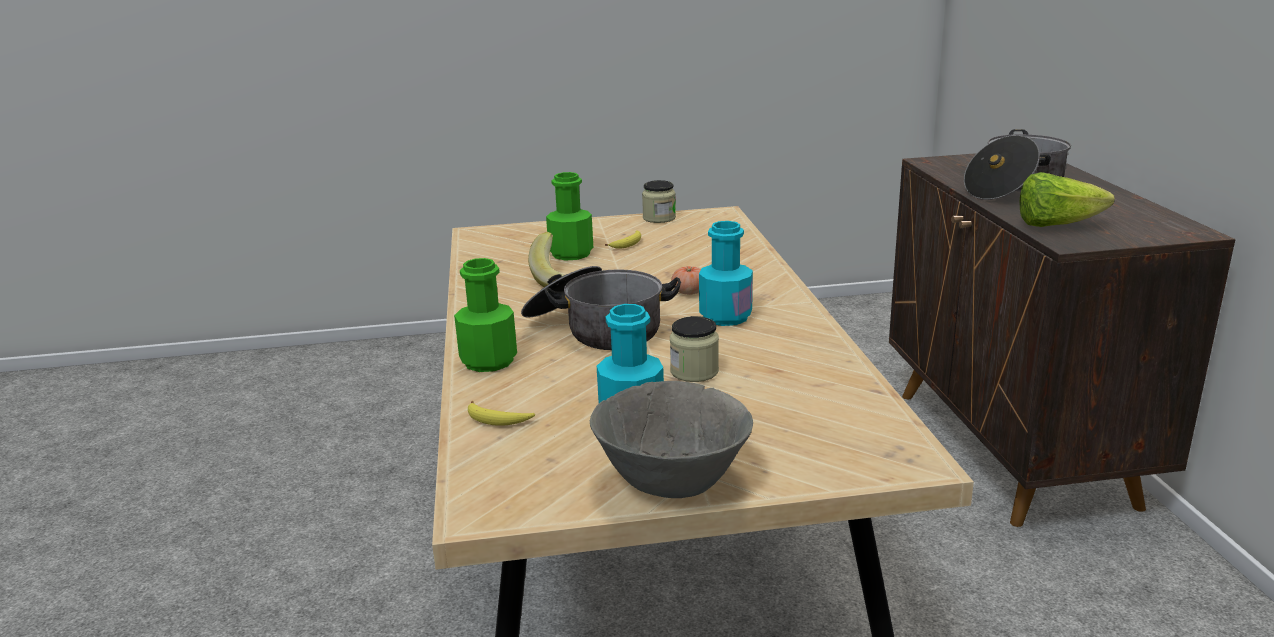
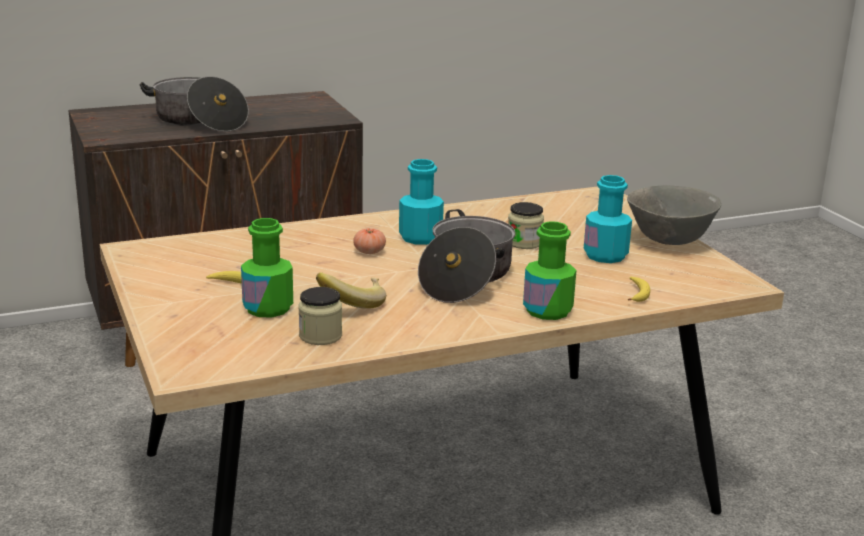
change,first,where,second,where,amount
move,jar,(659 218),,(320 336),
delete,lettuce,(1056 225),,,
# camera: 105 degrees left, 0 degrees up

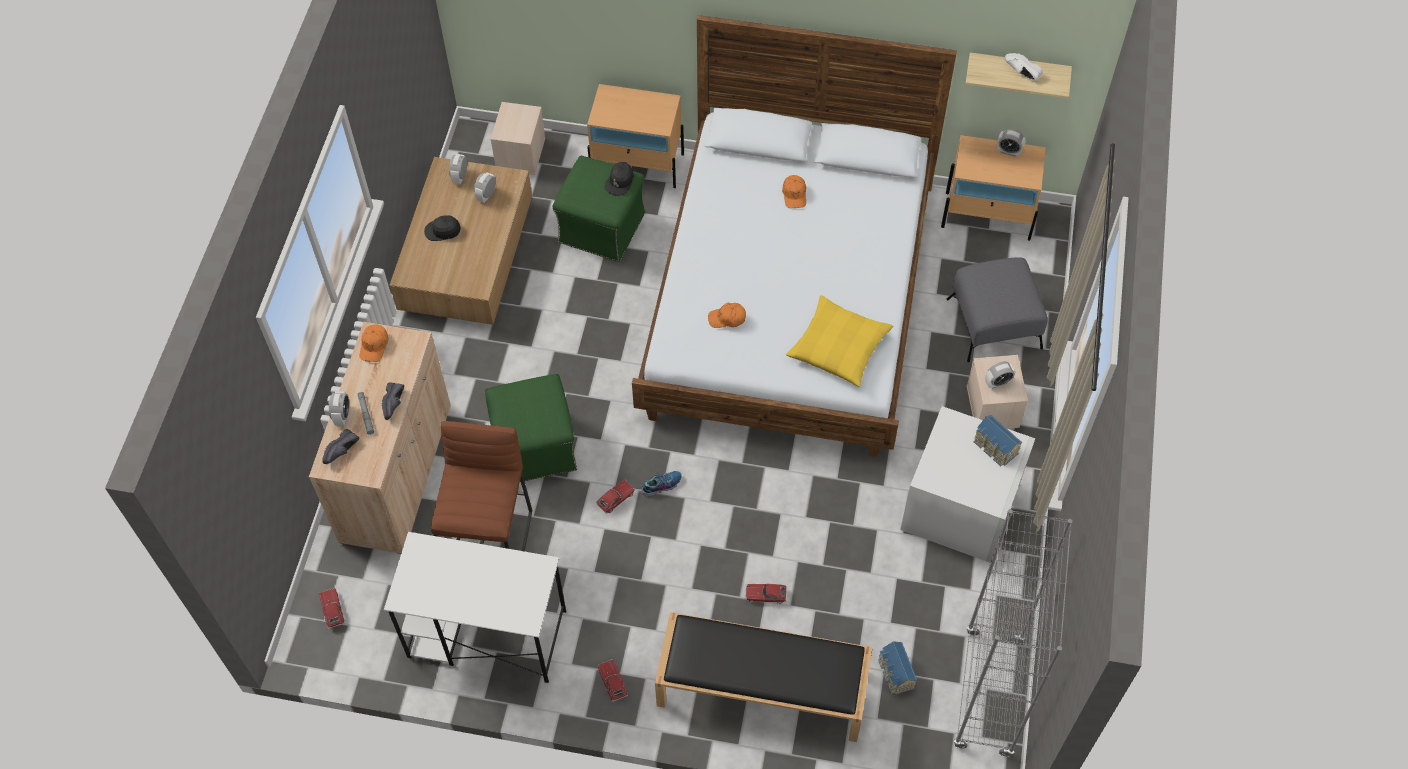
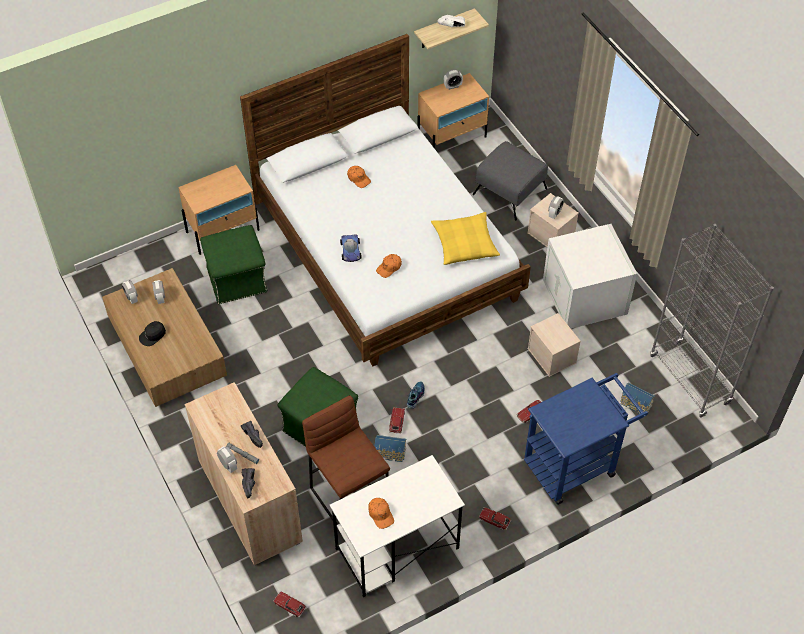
change,first,where,second,where,amount
move,orange cap,(374 346),,(380 514),
move,beige storage box,(521 154),,(552 356),
delete,black cap,(620 181),,,
replace,black bench,(761 689),blue cart,(576 463),
move,toy house,(994 448),,(390 453),
insert,,,toy car,(350 251),
# camera: 40 degrees left, 5 degrees down

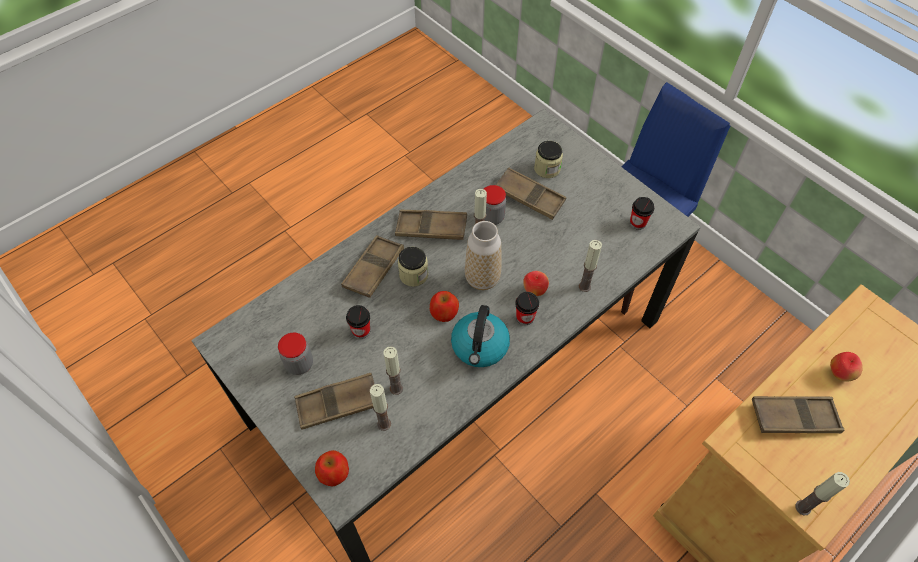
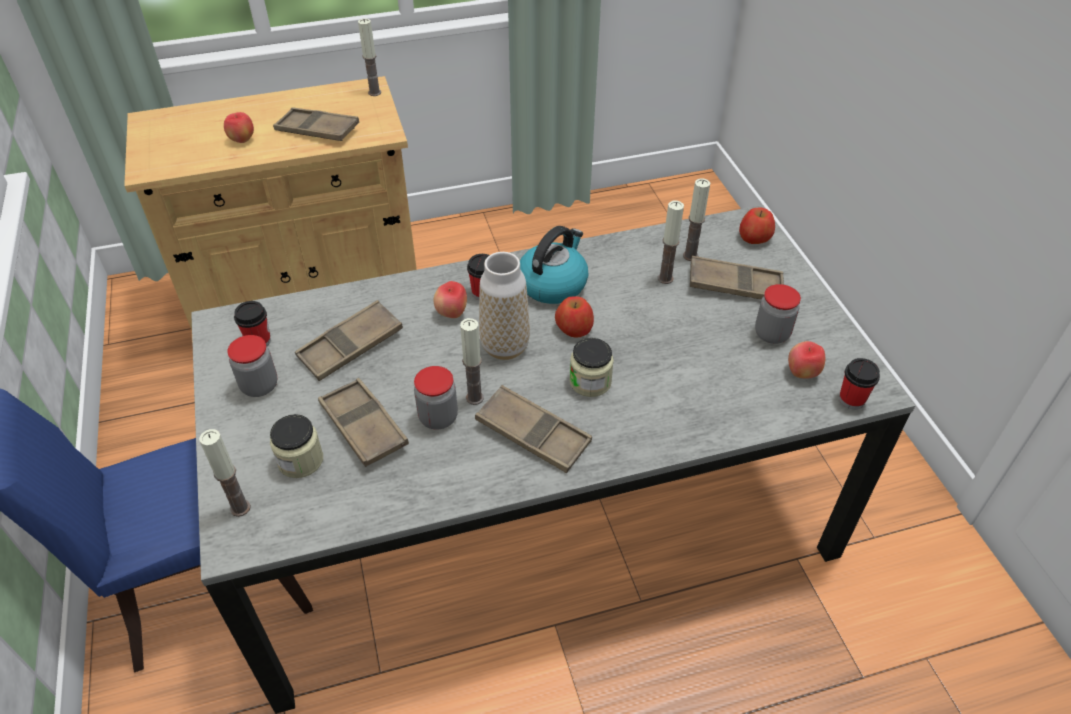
change,first,where,second,where,amount
move,brown tray,(373 269),,(350 346),
move,cup,(361 331),,(851 399),
move,candle,(584 286),,(240 508),
insert,,,jar,(259 386),
insert,,,apple,(802 373),
# camera: 155 degrees left, 10 degrees down

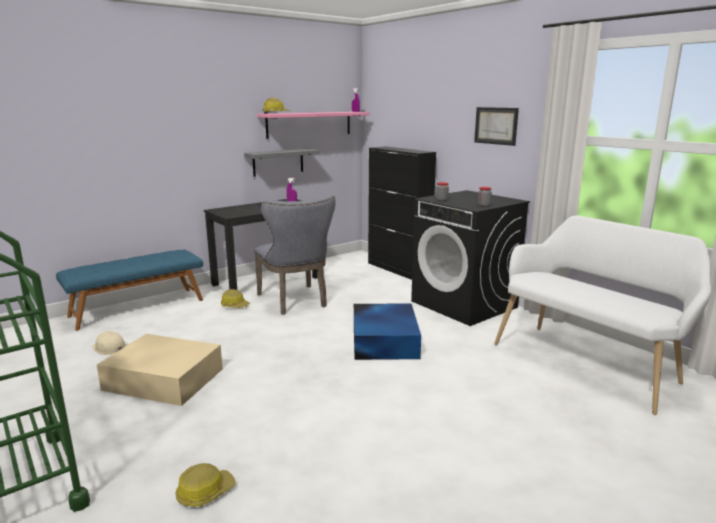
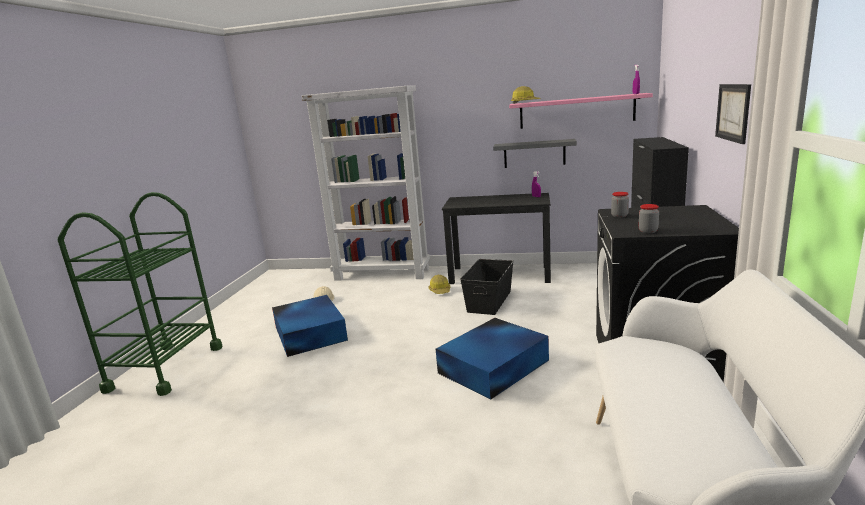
change,first,where,second,where,amount
replace,blue bench,(137 308),white bookcase,(383 274),
recolor,beige storage box,(163 378),blue storage box,(310 333),
delete,hard hat,(205 492),,,
replace,grey chair,(295 301),black storage box,(489 301),
# camera: 50 degrees right, 0 degrees up

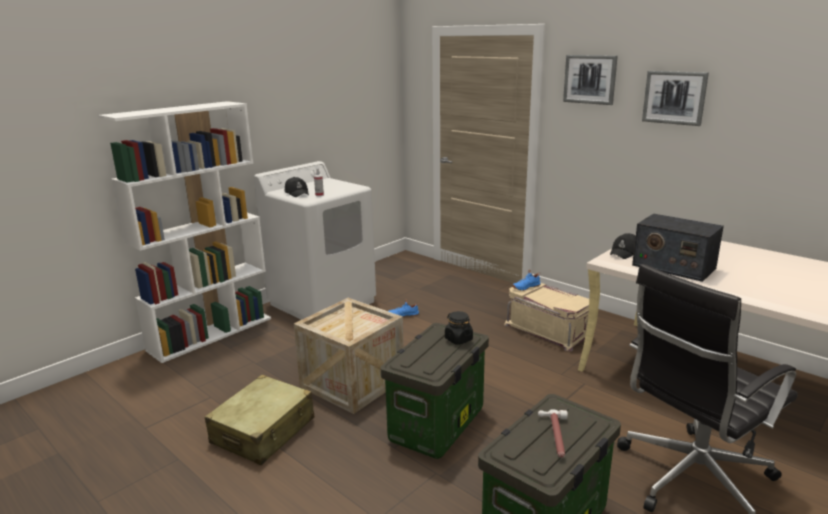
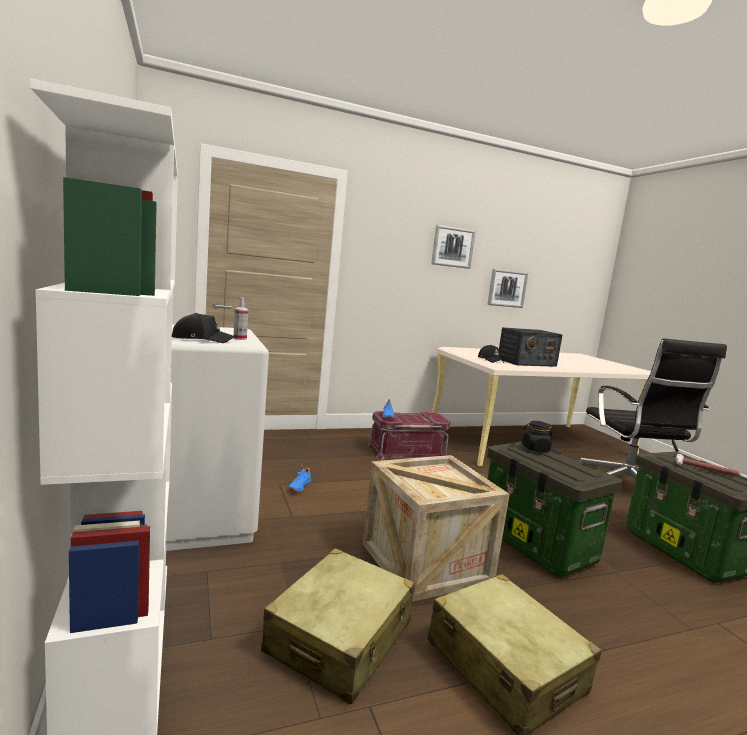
change,first,where,second,where,amount
recolor,beige storage box,(548 330),red storage box,(407 450),
move,picture,(590 79),,(507 288),
insert,,,beige suitcase,(340 638),
# camera: 65 degrees left, 10 degrees down

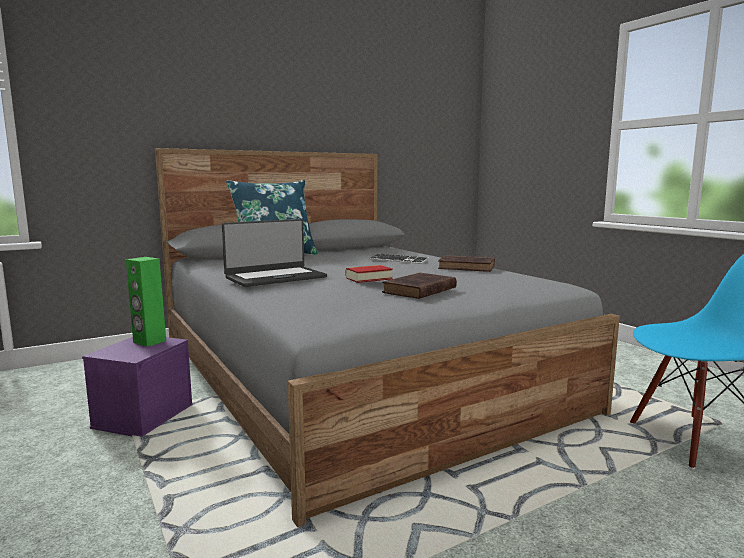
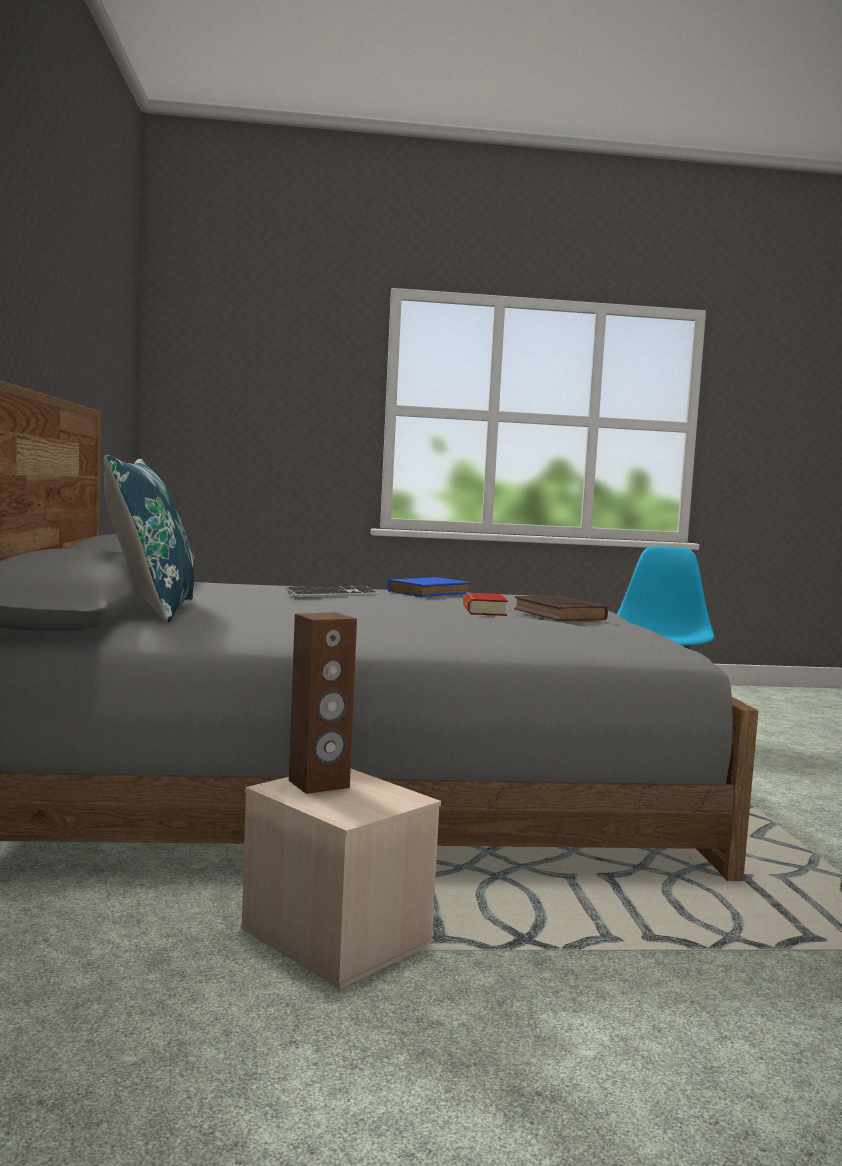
change,first,where,second,where,amount
recolor,purple storage box,(143 416),beige storage box,(333 936),
recolor,green speaker,(149 342),brown speaker,(319 784),
delete,laptop,(275 277),,,
recolor,brown book,(468 267),blue book,(430 592),
# camera: 65 degrees left, 5 degrees down

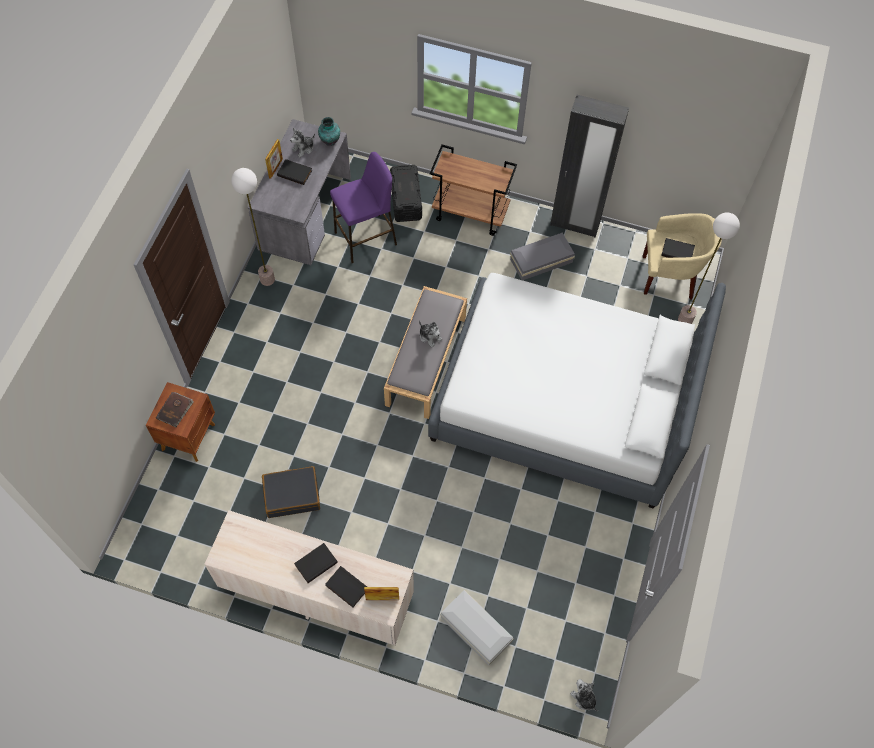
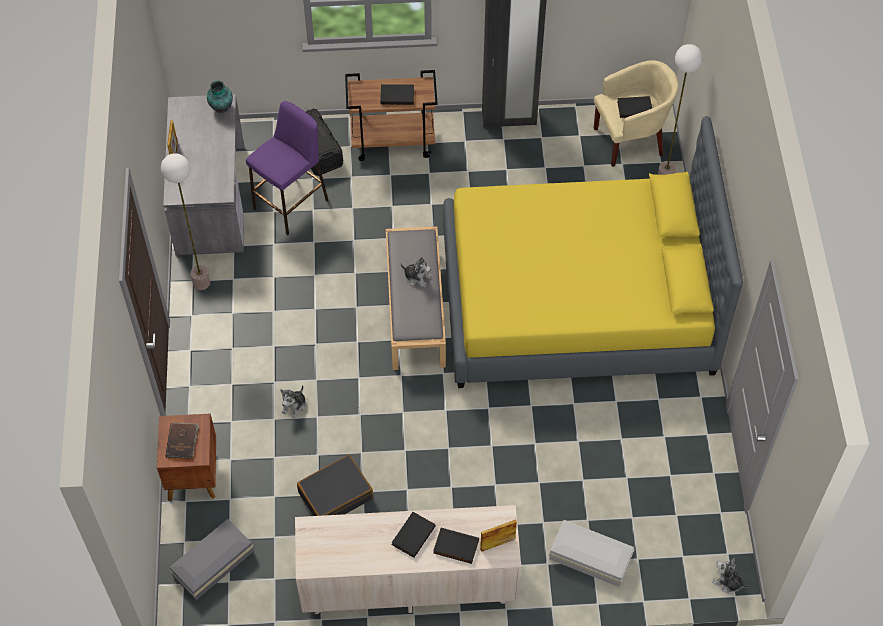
change,first,where,second,where,amount
move,black book,(295 173),,(397 95),
move,plush toy,(303 148),,(294 406),
recolor,white bed,(562 401),yellow bed,(577 301),
move,grey storage box,(540 260),,(211 563),
# camera: 20 degrees left, 5 degrees down

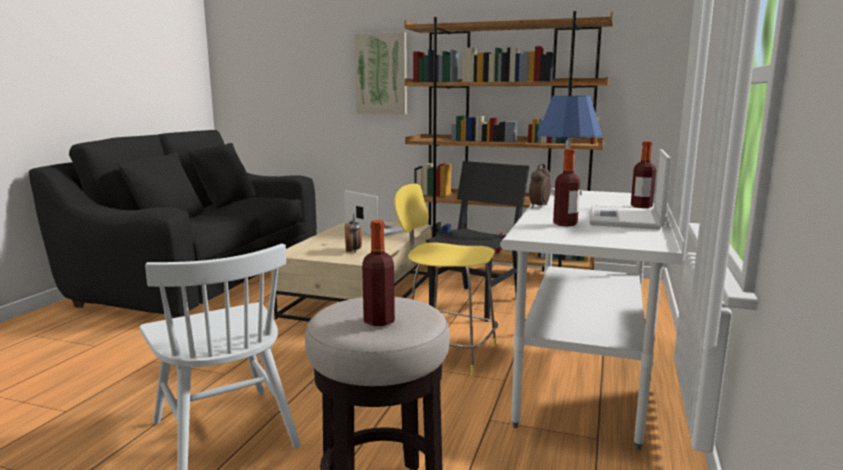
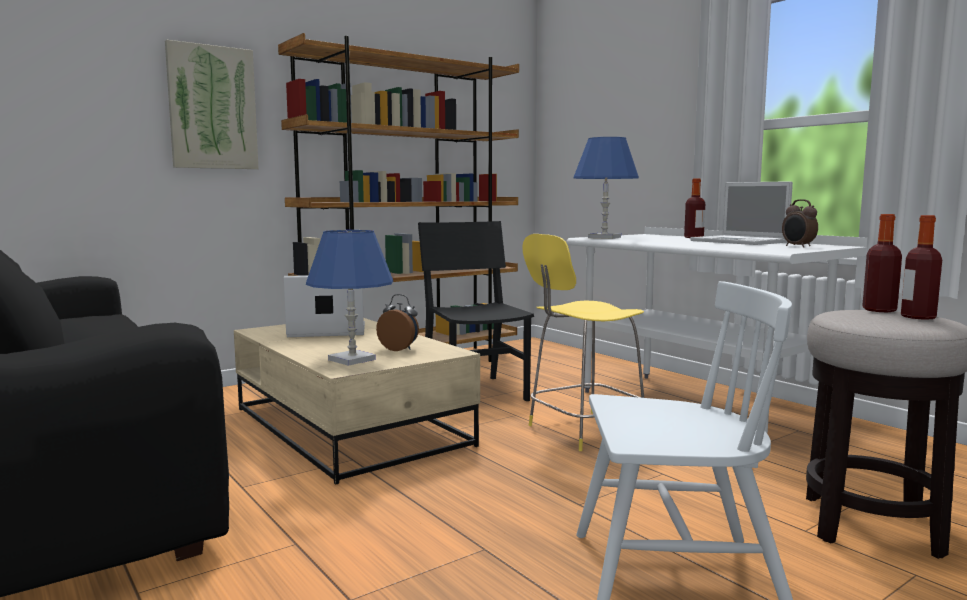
change,first,where,second,where,amount
move,alarm clock,(538 206),,(798 246),
move,bottle,(565 224),,(879 310),
insert,,,blue table lamp,(352 359),
# camera: 55 degrees left, 5 degrees down

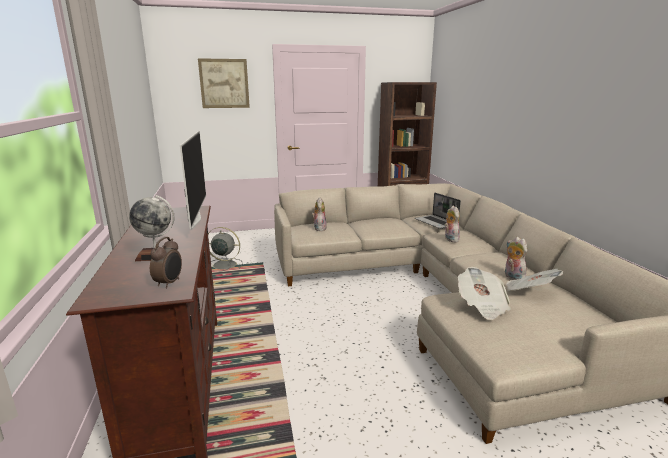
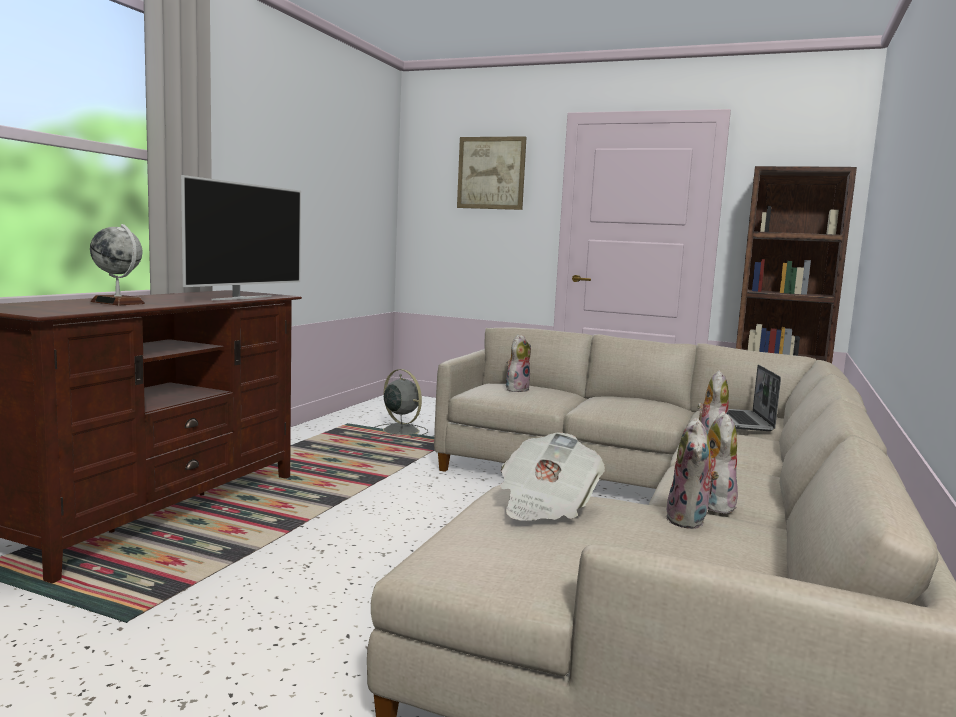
change,first,where,second,where,amount
delete,alarm clock,(169 283),,,
replace,newspaper,(529 291),plush toy,(689 521),
# camera: 35 degrees right, 10 degrees down

